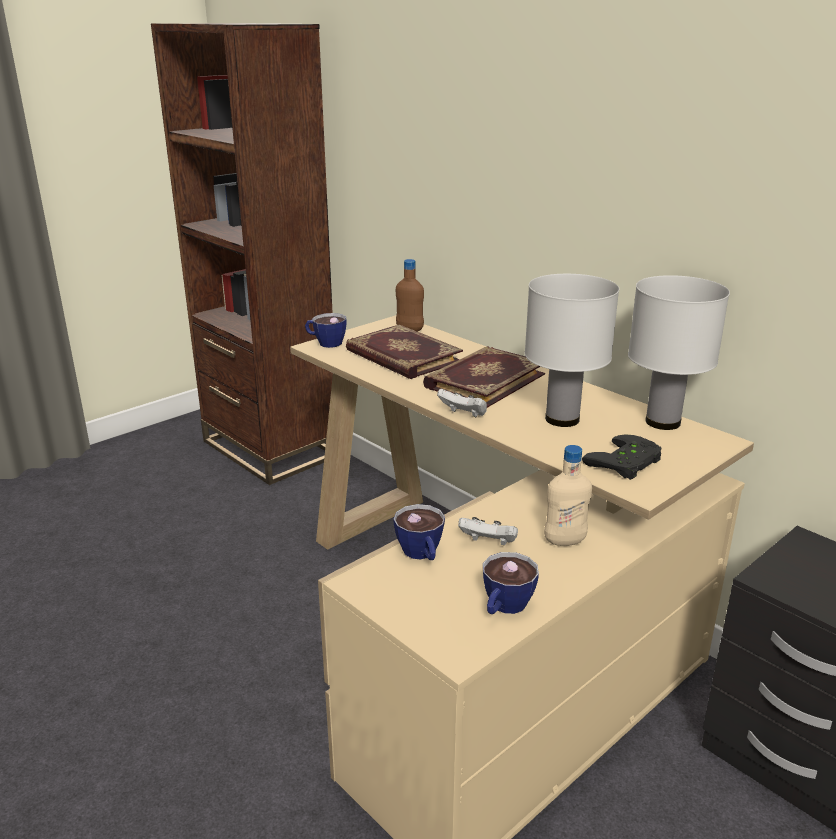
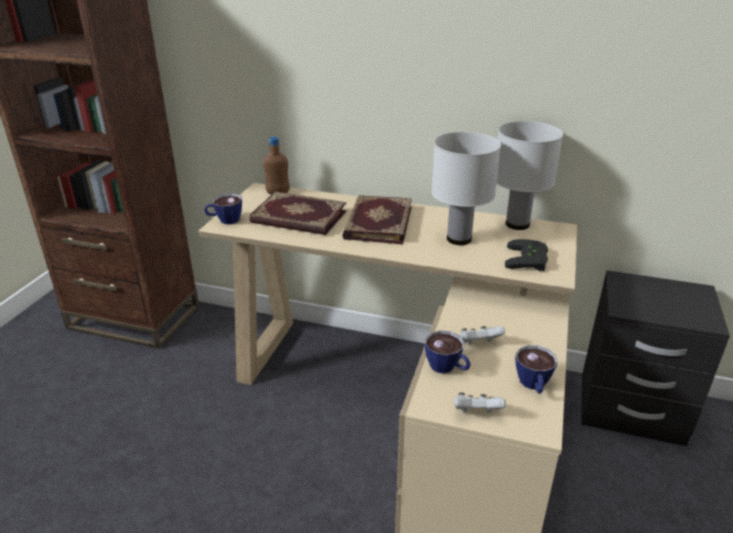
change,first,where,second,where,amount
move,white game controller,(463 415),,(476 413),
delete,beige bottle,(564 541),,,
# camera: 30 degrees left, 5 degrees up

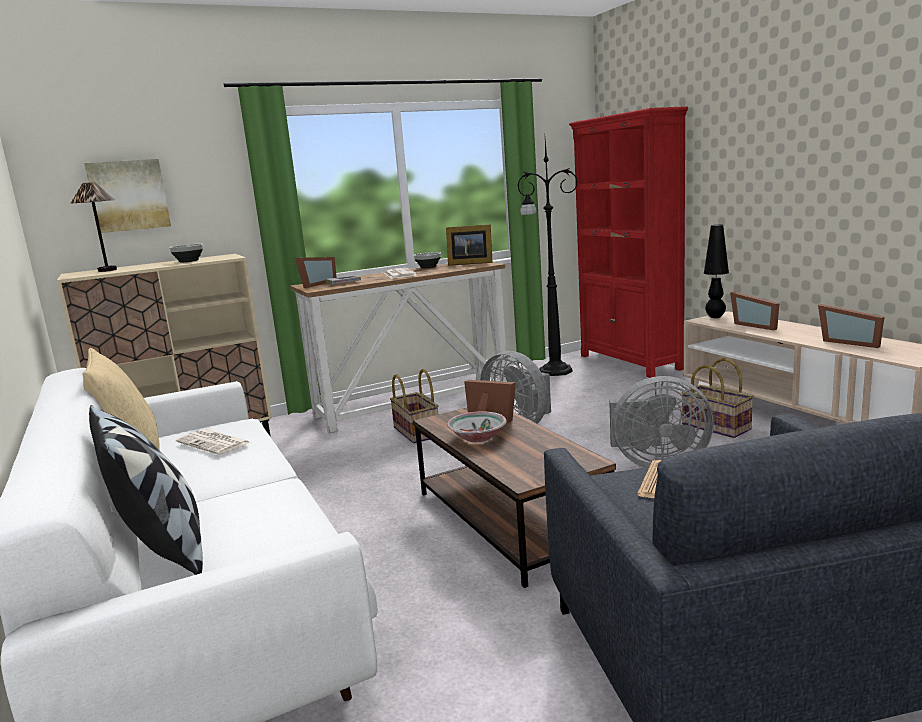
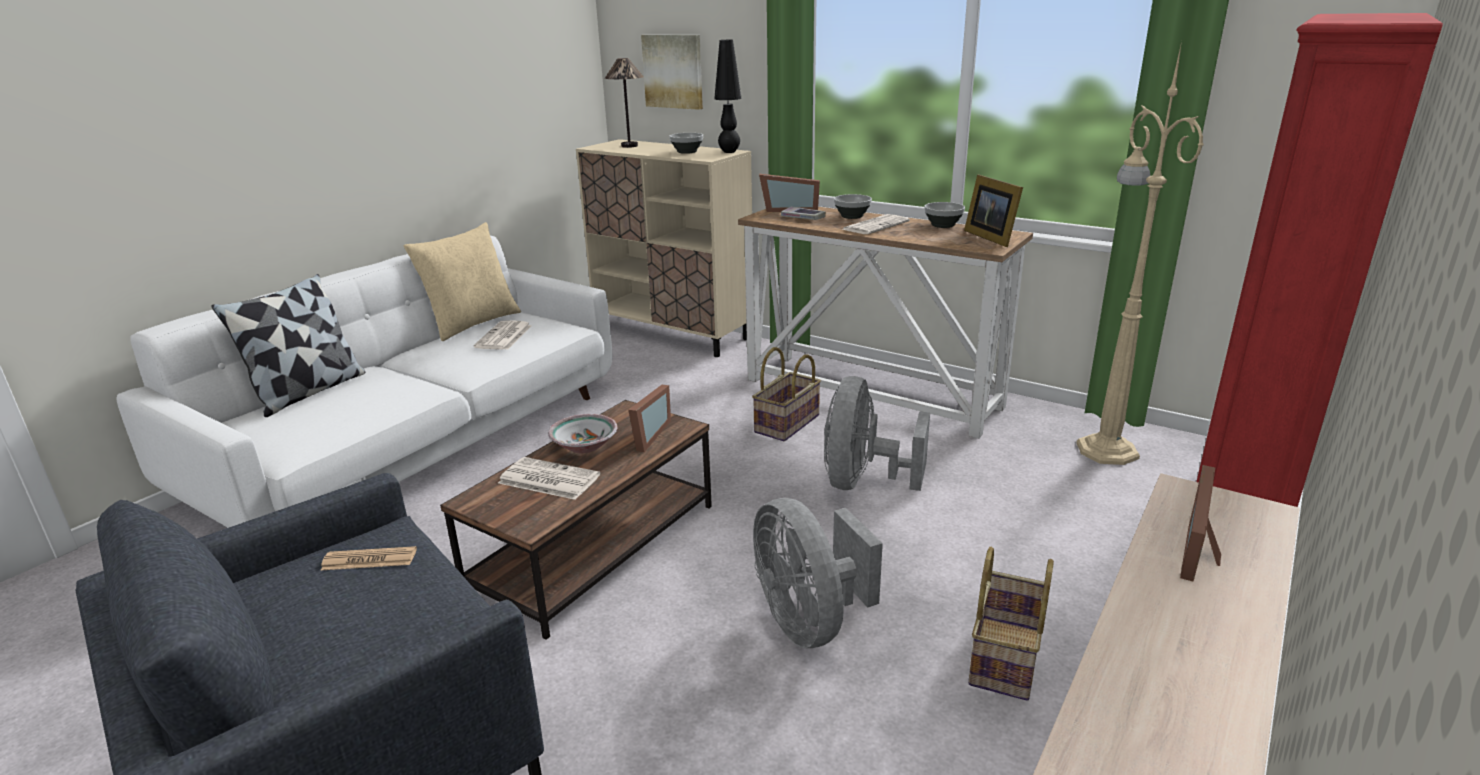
change,first,where,second,where,amount
recolor,black floor lamp,(553 371),beige floor lamp,(1105 449),
move,black table lamp,(715 317),,(729 152),
delete,picture frame,(850 342),,,
insert,,,newspaper,(547 479),
insert,,,bowl,(851 216),
# camera: 60 degrees right, 10 degrees up

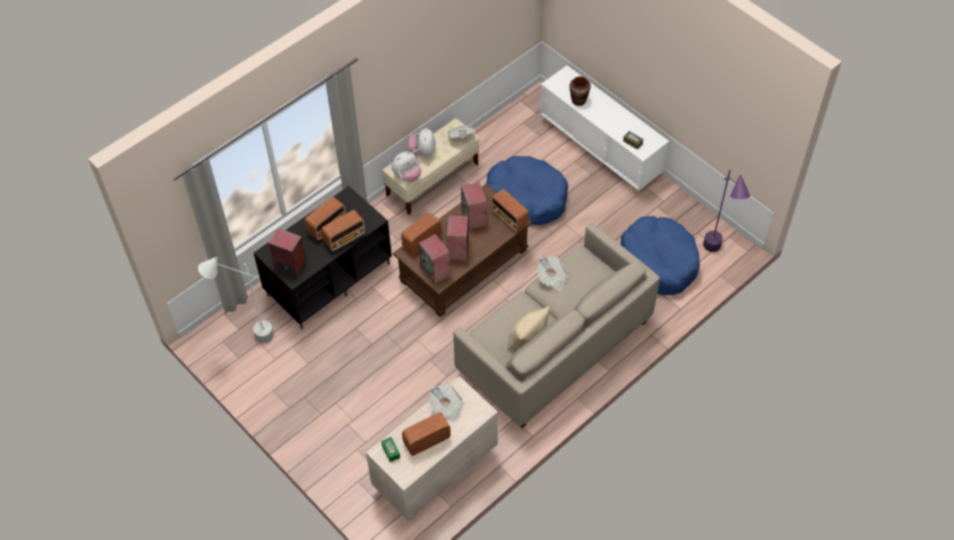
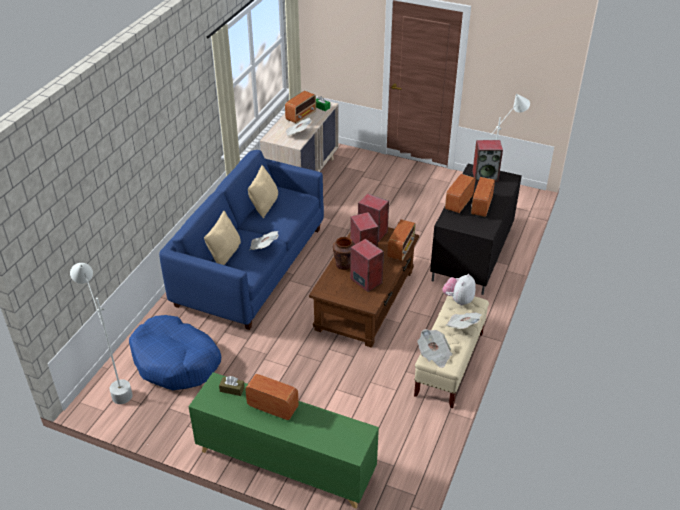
change,first,where,second,where,amount
replace,plush toy,(422 151),newspaper,(462 326),
recolor,beige sofa,(554 346),blue sofa,(251 266),
delete,blue dog bed,(526 197),,,
move,radio,(509 218),,(272 407),
recolor,white cabinet,(600 150),green cabinet,(285 463),
move,brown vase,(578 101),,(344 265),
recolor,purple floor lamp,(716 257),white floor lamp,(115 385),
insert,,,beige pillow,(225 254),
# camera: 155 degrees right, 15 degrees down

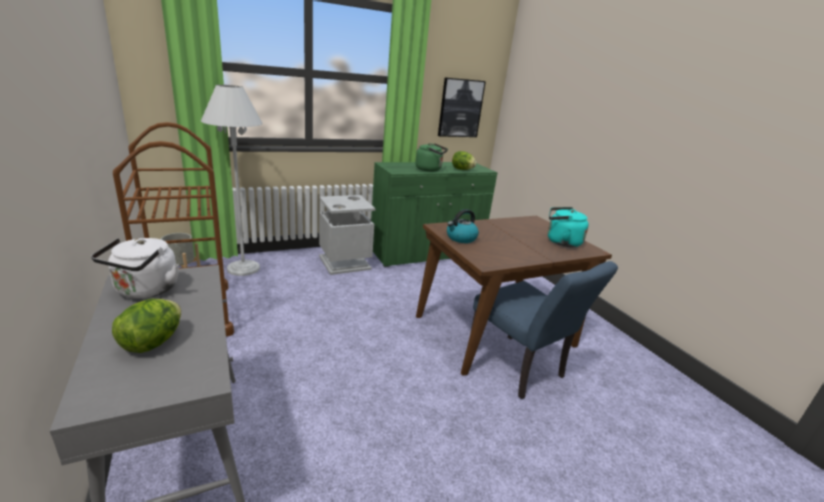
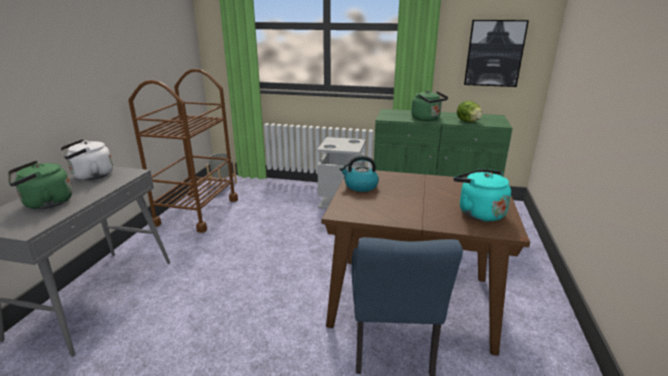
change,first,where,second,where,amount
replace,lettuce,(152 342),green kettle,(45 204),
delete,white floor lamp,(243 268),,,
# camera: 40 degrees right, 0 degrees up

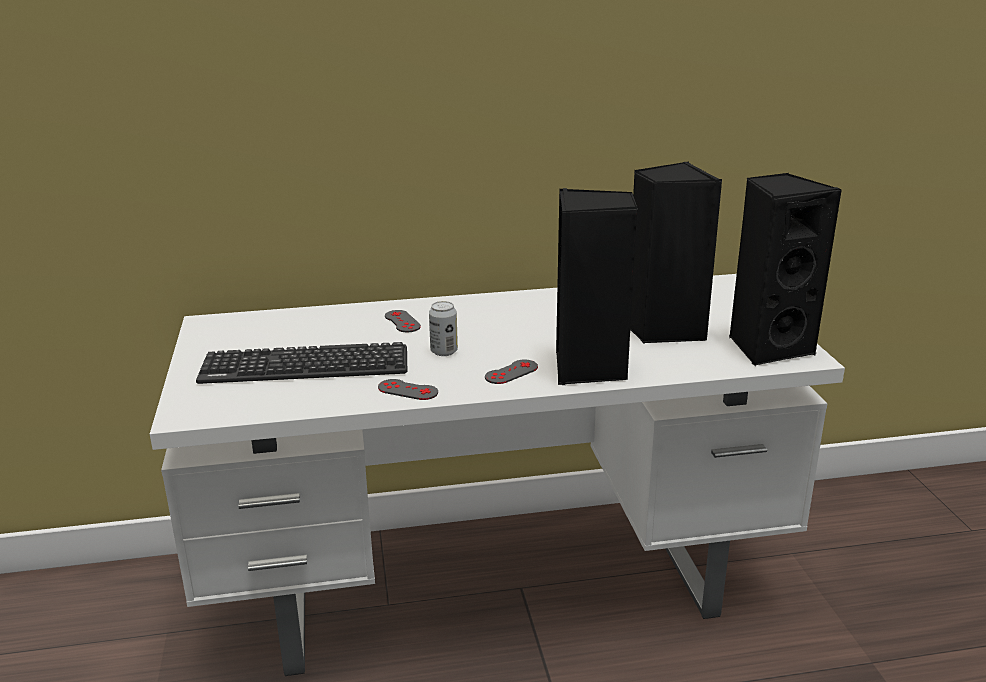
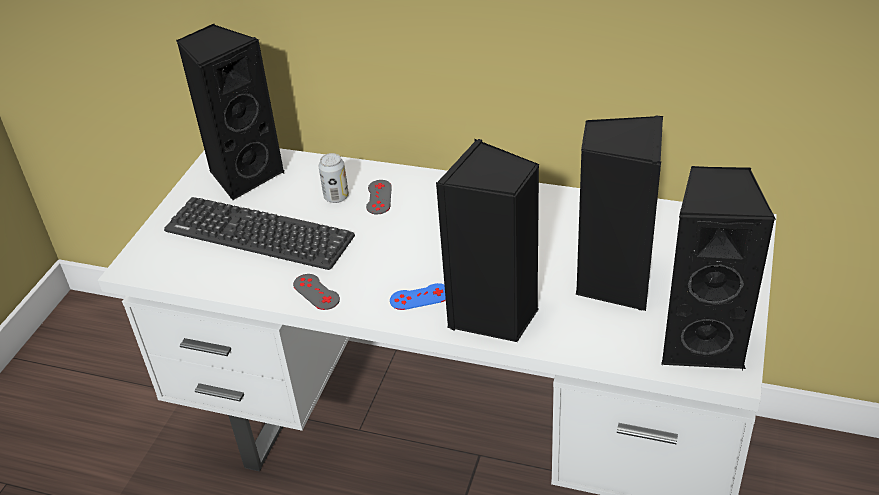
change,first,where,second,where,amount
move,can,(444 351),,(336 197),
recolor,grey game controller,(511 372),blue game controller,(420 297),
insert,,,black speaker,(244 175),
# camera: 30 degrees right, 15 degrees up

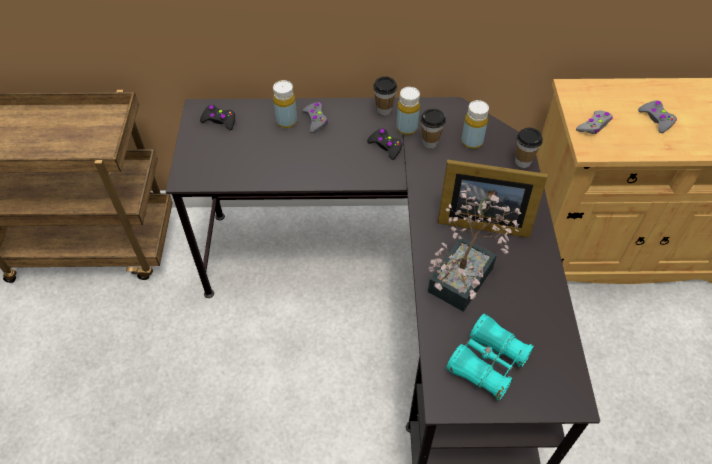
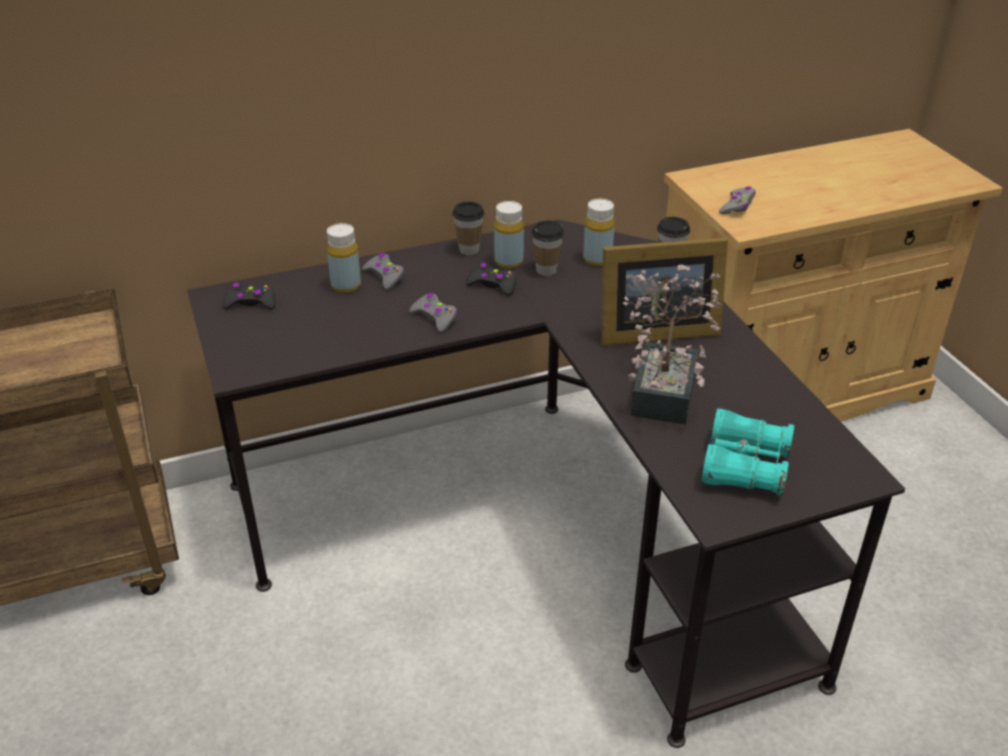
change,first,where,second,where,amount
move,grey game controller,(656 119),,(435 318),
# camera: 20 degrees left, 15 degrees down

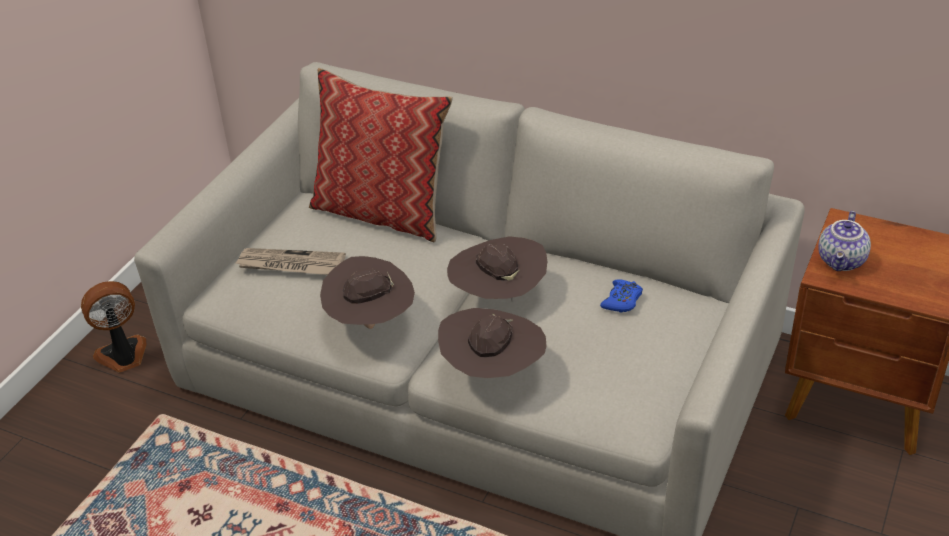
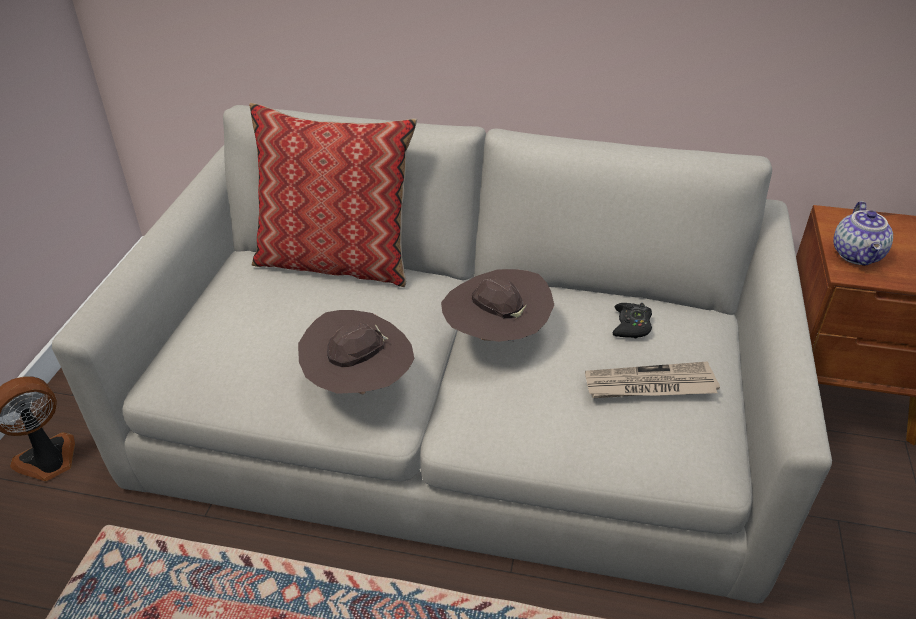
change,first,where,second,where,amount
move,newspaper,(290 265),,(649 385),
delete,brown hat,(492 371),,,
recolor,blue game controller,(622 301),black game controller,(631 325),
# camera: 15 degrees left, 0 degrees up

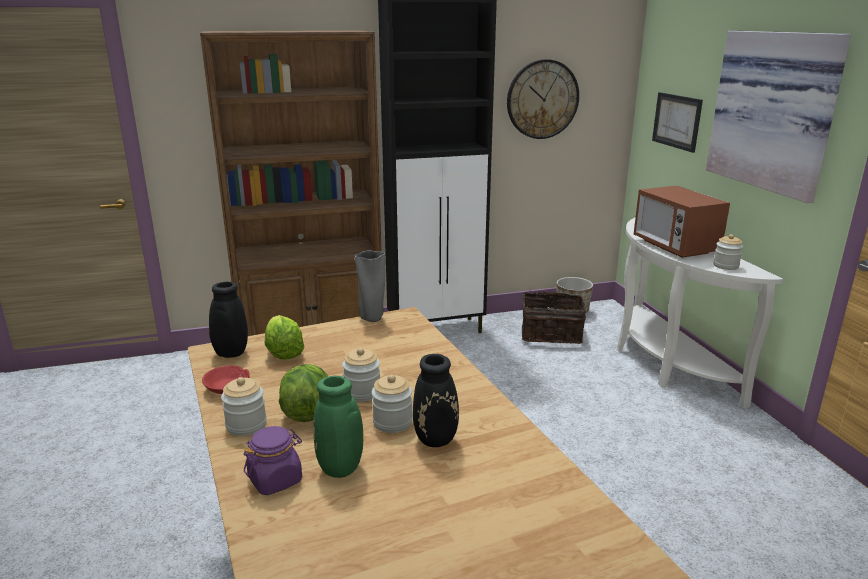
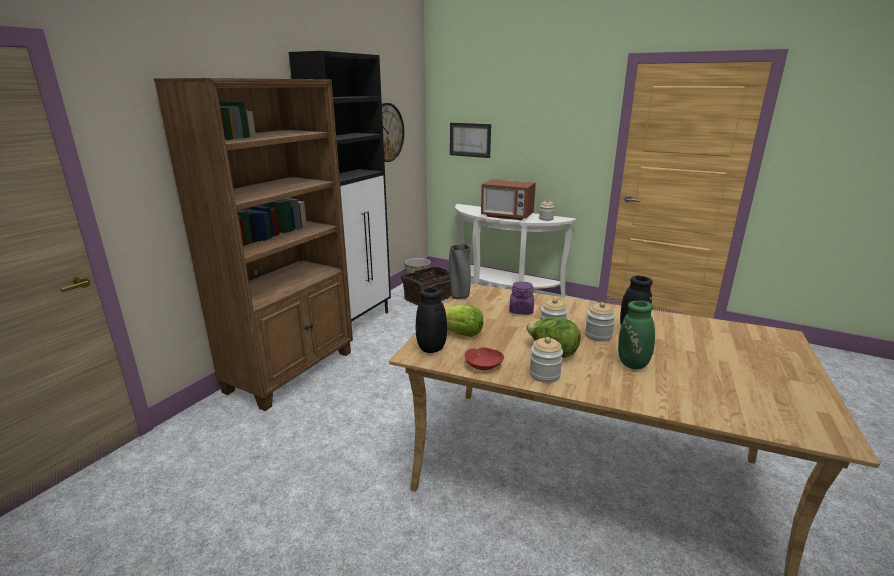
change,first,where,second,where,amount
move,purple jar,(275 480),,(521 310),
delete,picture,(775 111),,,
# camera: 45 degrees left, 0 degrees up

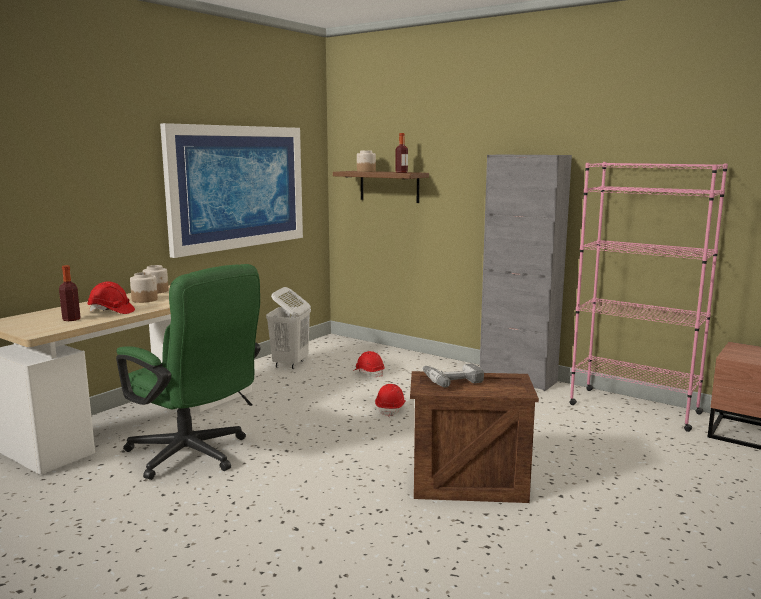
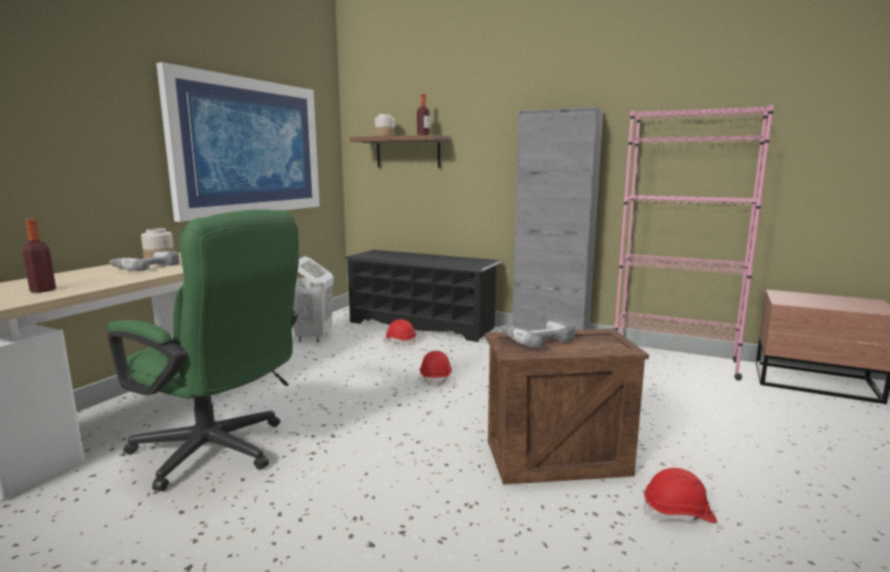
change,first,where,second,where,amount
move,red hard hat,(111 311),,(678 514),
replace,jar,(144 299),power drill,(145 267),
insert,,,black shoe rack,(422 325),
# camera: 10 degrees left, 0 degrees up

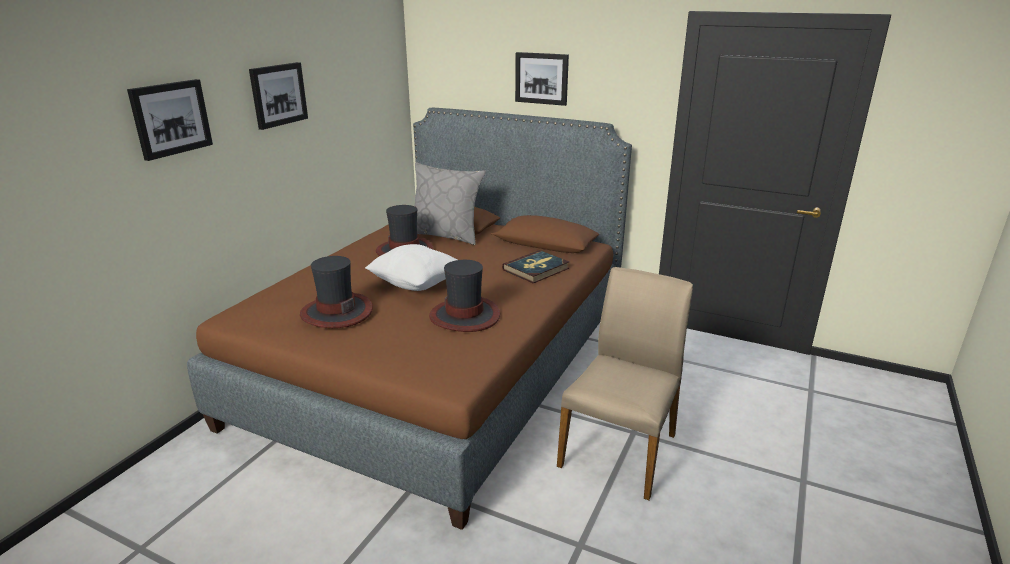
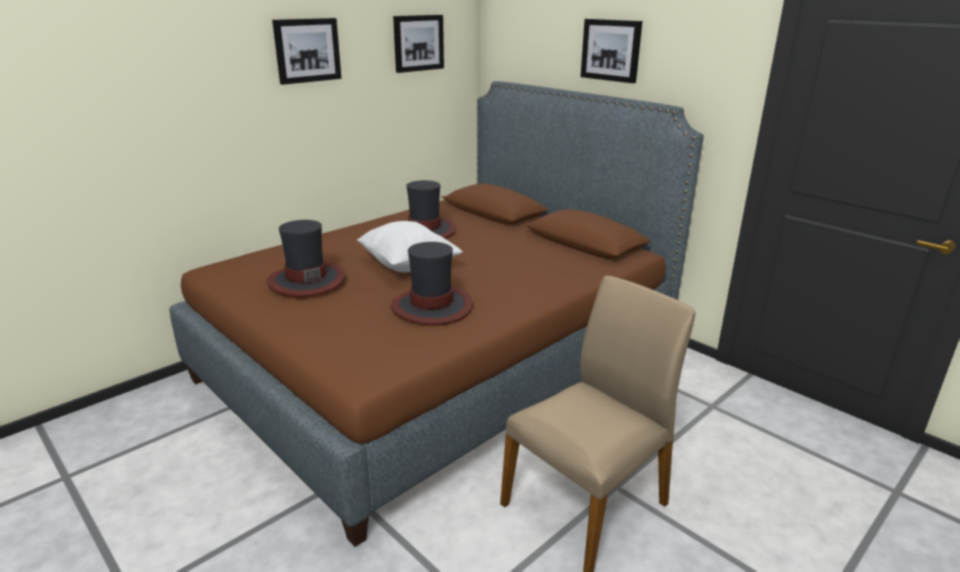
change,first,where,second,where,amount
move,picture,(170 118),,(418 43),
delete,grey pillow,(446 235),,,
delete,book,(536 269),,,
# camera: 20 degrees right, 0 degrees up

